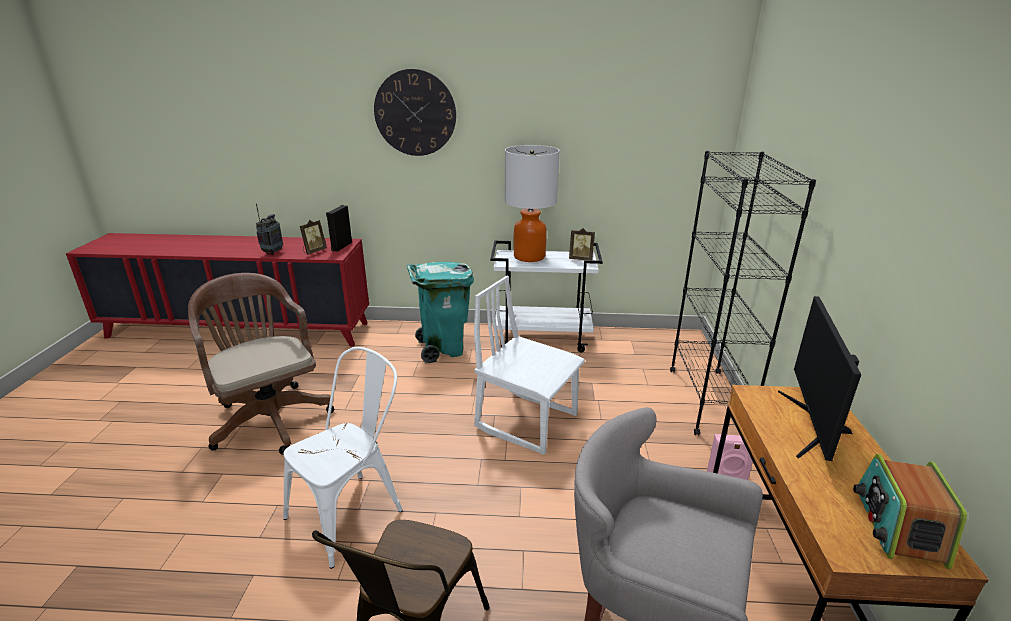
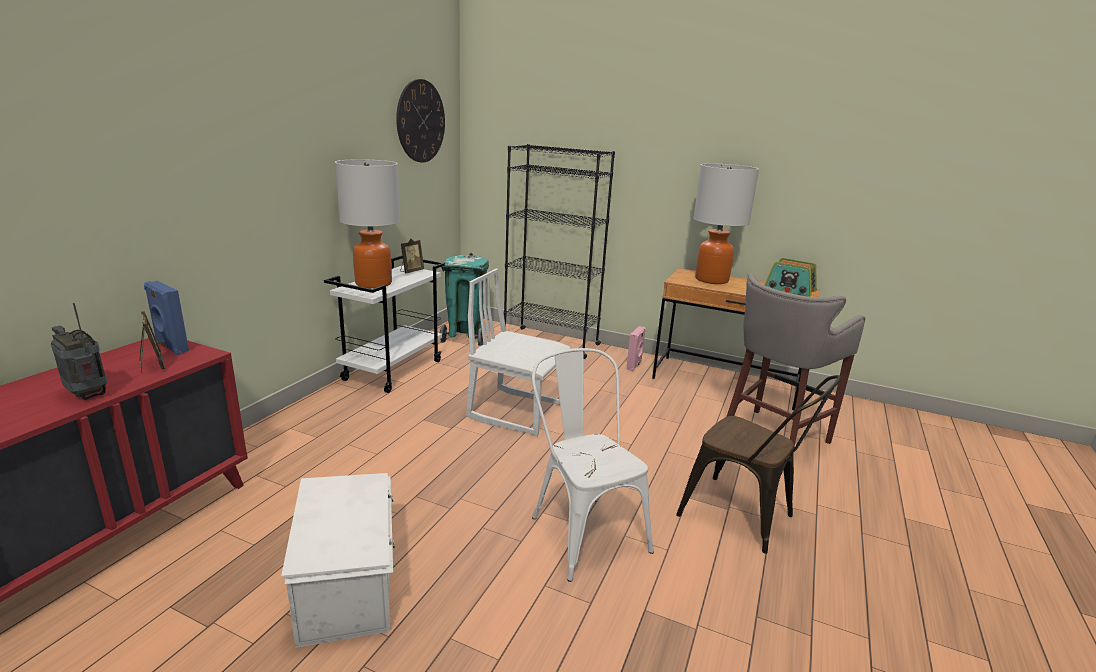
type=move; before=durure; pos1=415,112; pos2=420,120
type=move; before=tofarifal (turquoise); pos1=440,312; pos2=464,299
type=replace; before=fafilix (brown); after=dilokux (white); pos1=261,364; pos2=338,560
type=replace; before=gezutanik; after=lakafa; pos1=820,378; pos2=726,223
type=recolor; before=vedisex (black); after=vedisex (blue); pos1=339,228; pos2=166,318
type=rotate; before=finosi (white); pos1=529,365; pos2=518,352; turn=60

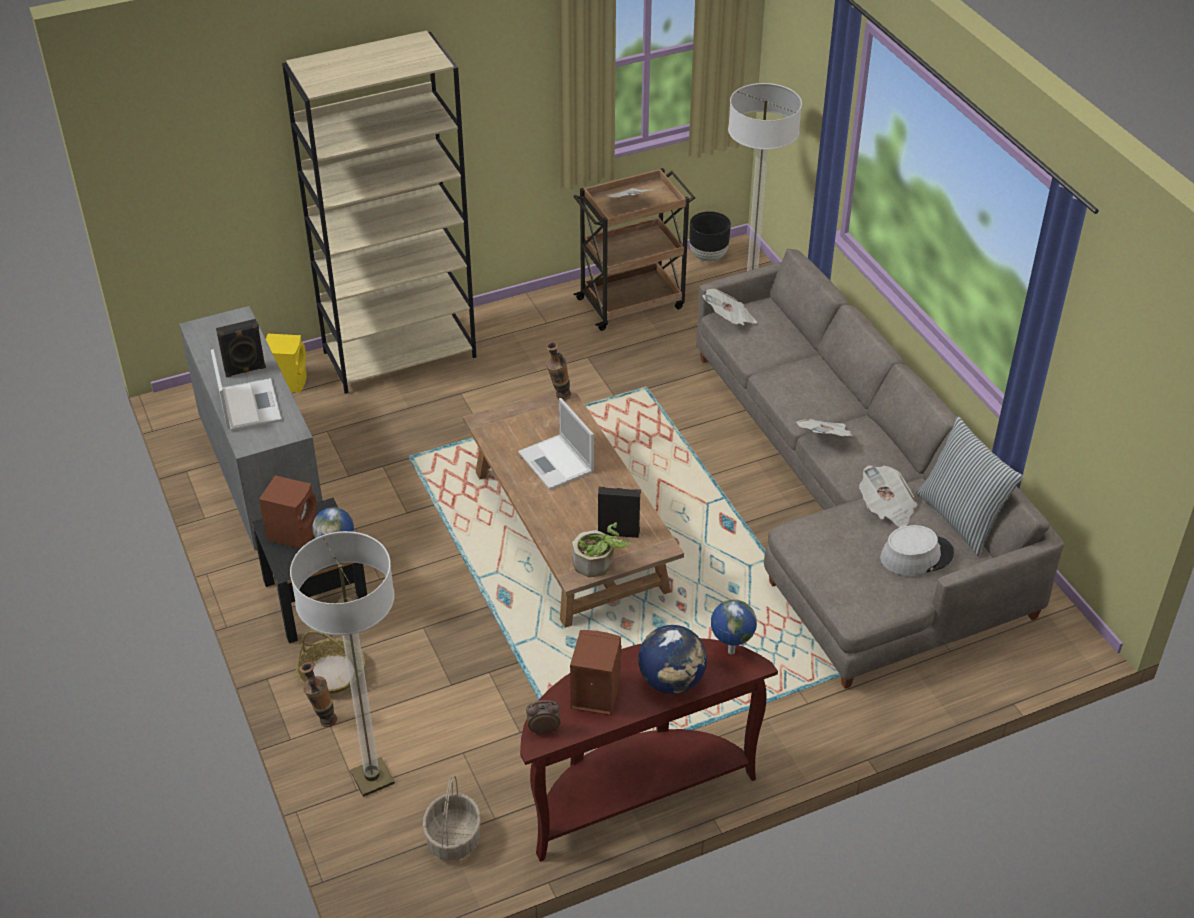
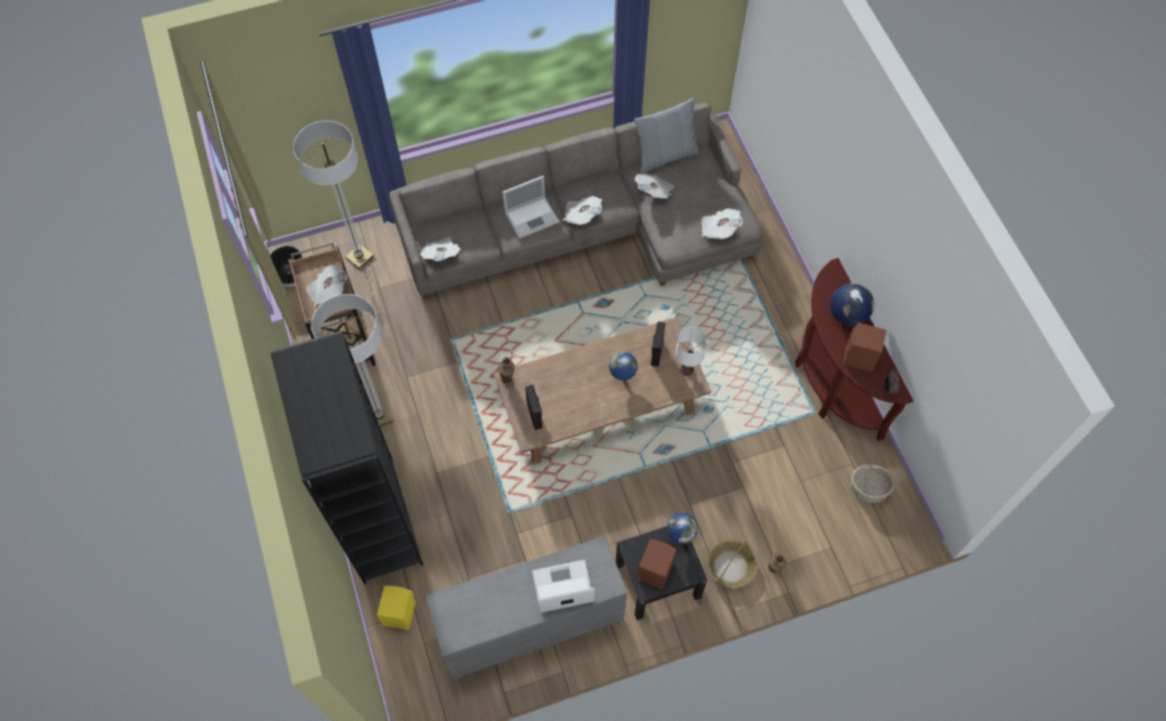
type=delete; before=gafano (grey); pos1=917,550
type=insert; after=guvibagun; pos2=722,223
type=move; before=vedisex (black); pos1=241,348; pos2=534,407
type=move; before=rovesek; pos1=342,664; pos2=352,360
type=move; before=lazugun; pos1=556,444; pos2=530,207
type=move; before=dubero; pos1=734,627; pos2=623,366
type=replace; before=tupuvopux; after=lakafa (white); pos1=601,549; pos2=691,351
type=recolor; before=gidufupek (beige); after=gidufupek (black); pos1=379,212; pos2=346,457

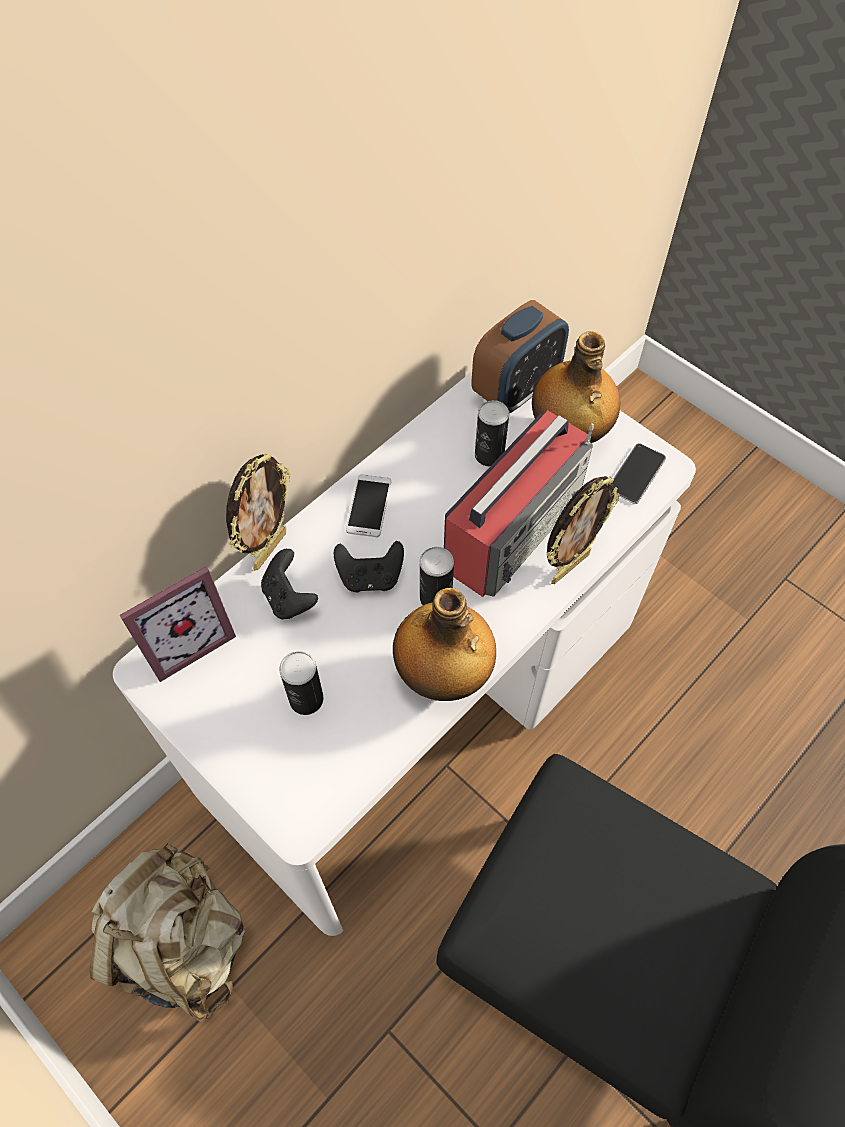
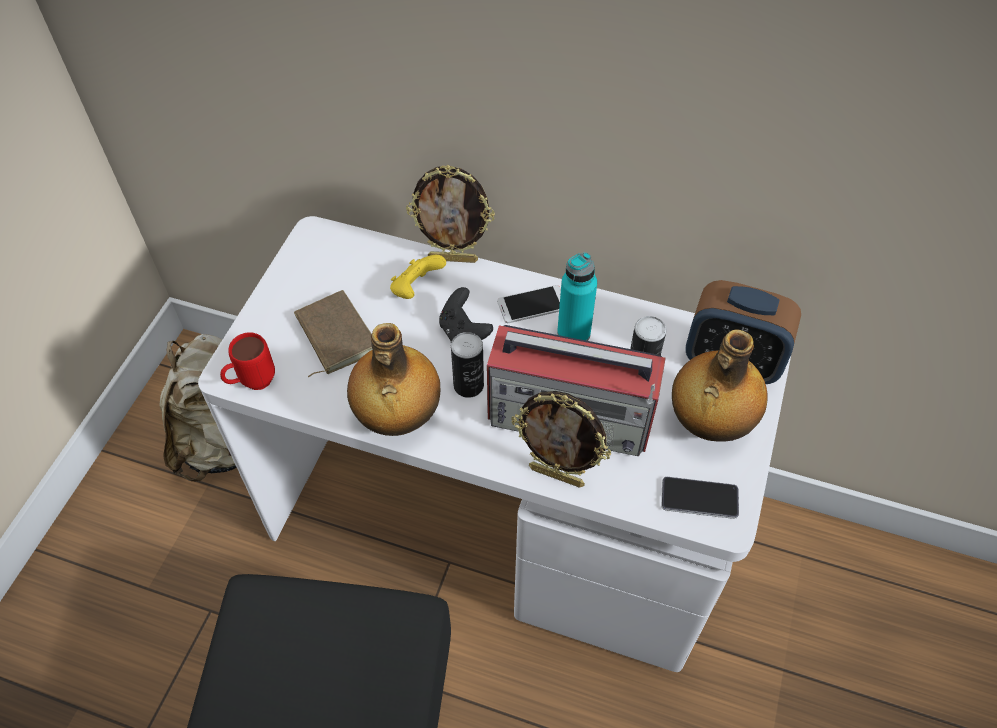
type=delete; before=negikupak; pos1=178,624
type=insert; after=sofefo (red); pos2=247,361
type=insert; after=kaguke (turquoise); pos2=577,296
type=replace; before=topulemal; after=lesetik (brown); pos1=301,683; pos2=333,334
type=recolor; before=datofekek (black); after=datofekek (yellow); pos1=289,584; pos2=418,277

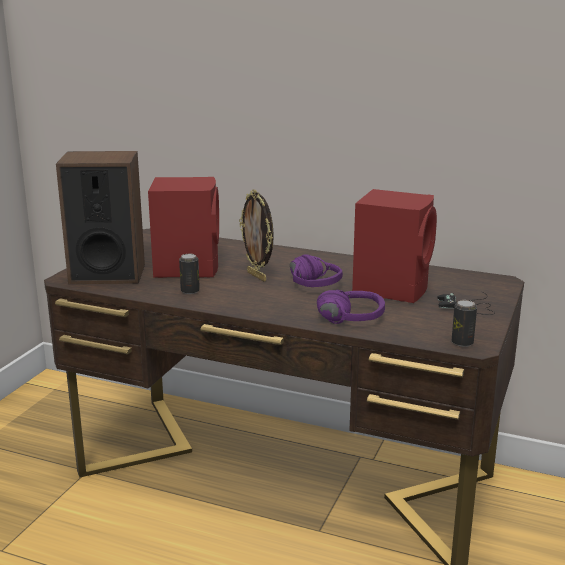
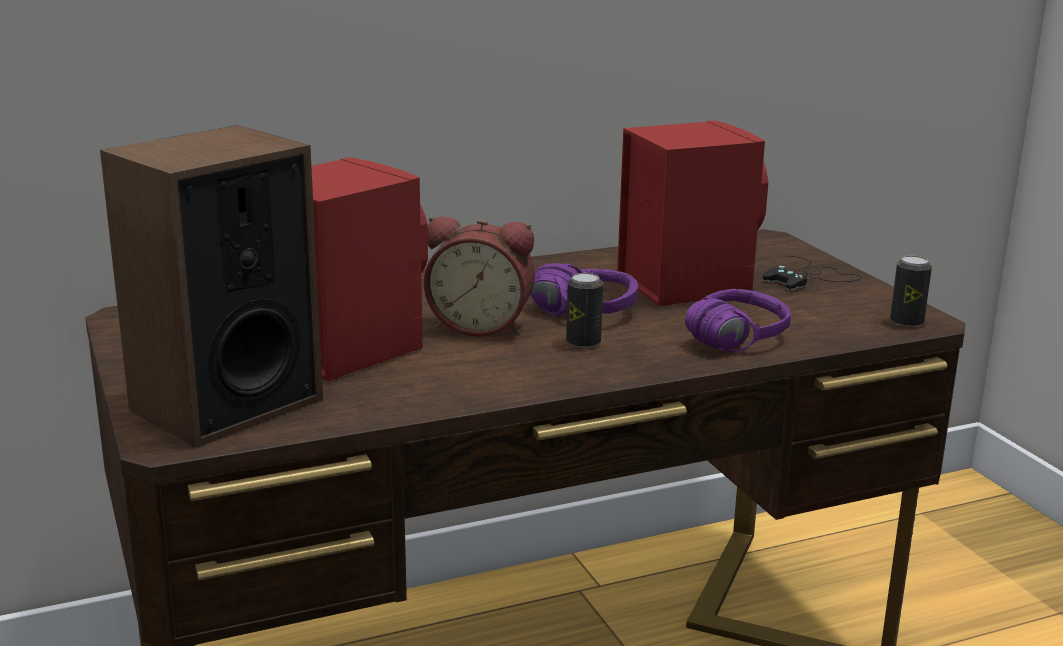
type=move; before=topulemal; pos1=189,274; pos2=584,310
type=replace; before=negikupak; after=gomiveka; pos1=256,235; pos2=479,276

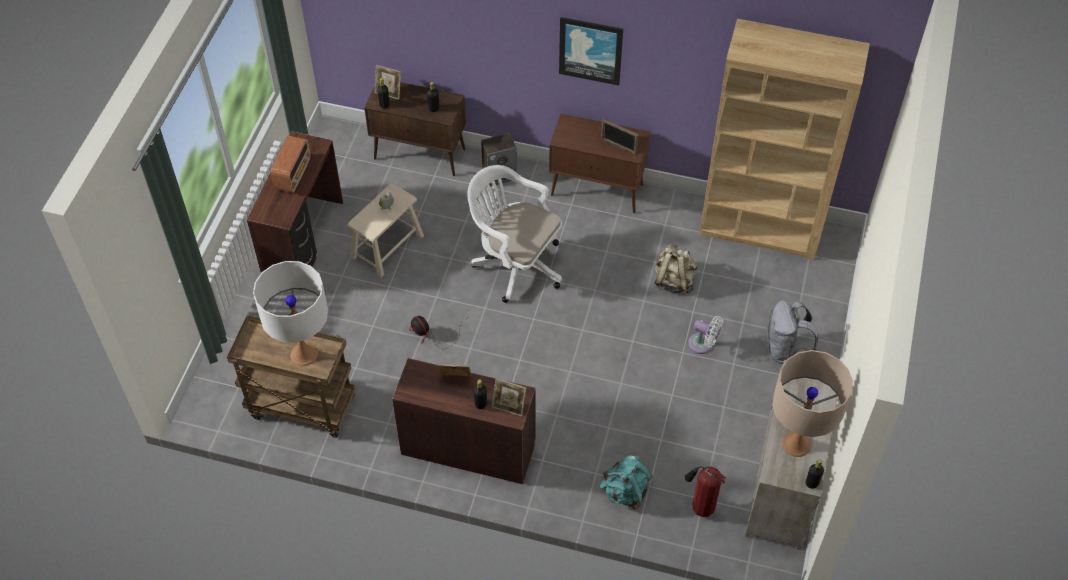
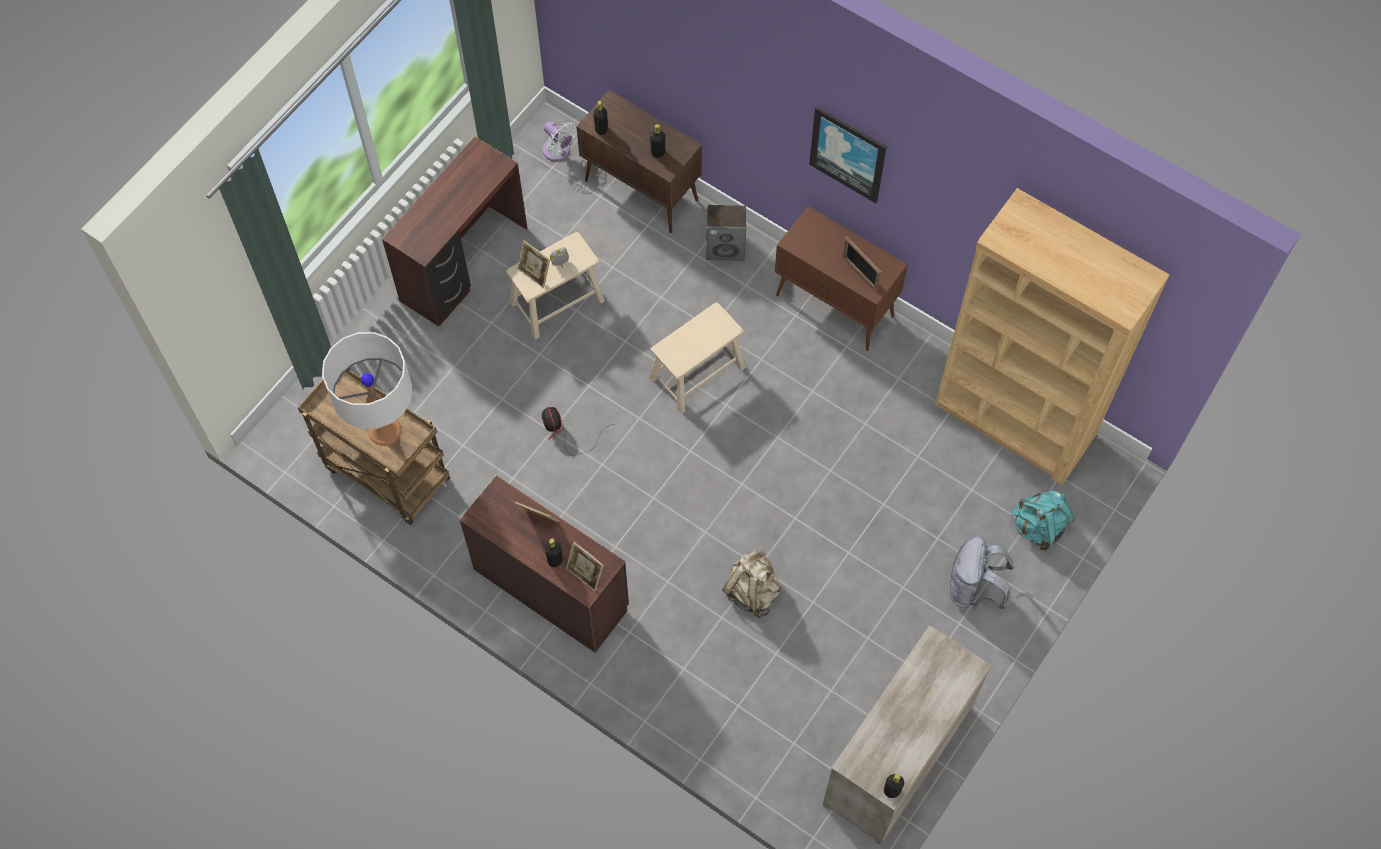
type=delete; before=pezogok; pos1=290,164
type=delete; before=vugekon; pos1=705,491
type=delete; before=lakafa (beige); pos1=812,403
type=move; before=negikupak; pos1=387,82; pos2=534,264
type=move; before=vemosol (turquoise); pos1=626,482; pos2=1043,520
type=move; before=vemosol (beige); pos1=675,268; pos2=751,584
type=move; before=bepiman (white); pos1=705,335; pos2=560,141
type=replace; before=fafilix (white); after=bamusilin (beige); pos1=514,234; pos2=697,358

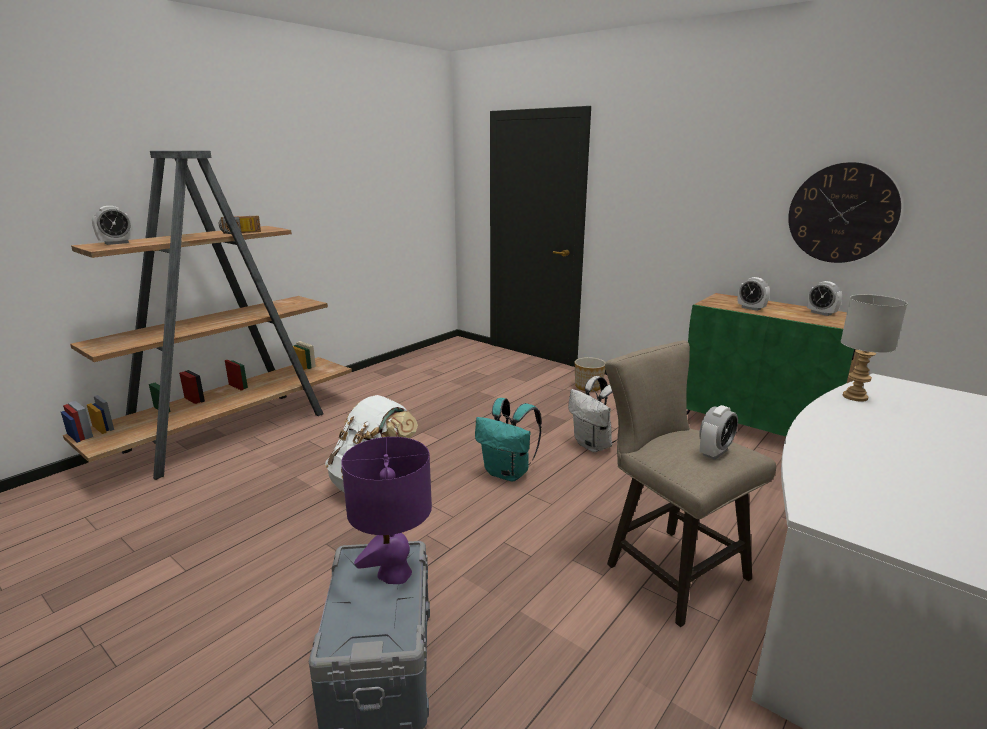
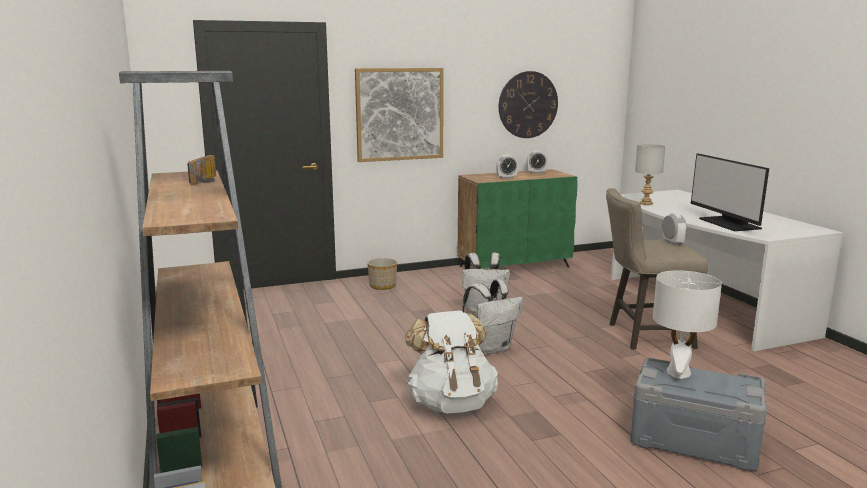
type=delete; before=gomiveka; pos1=113,225
type=insert; after=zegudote; pos2=399,115
type=insert; after=gezutanik; pos2=730,192
type=recolor; before=lakafa (purple); after=lakafa (white); pos1=386,510; pos2=687,324
type=recolor; before=vemosol (turquoise); after=vemosol (white); pos1=508,439; pos2=493,316

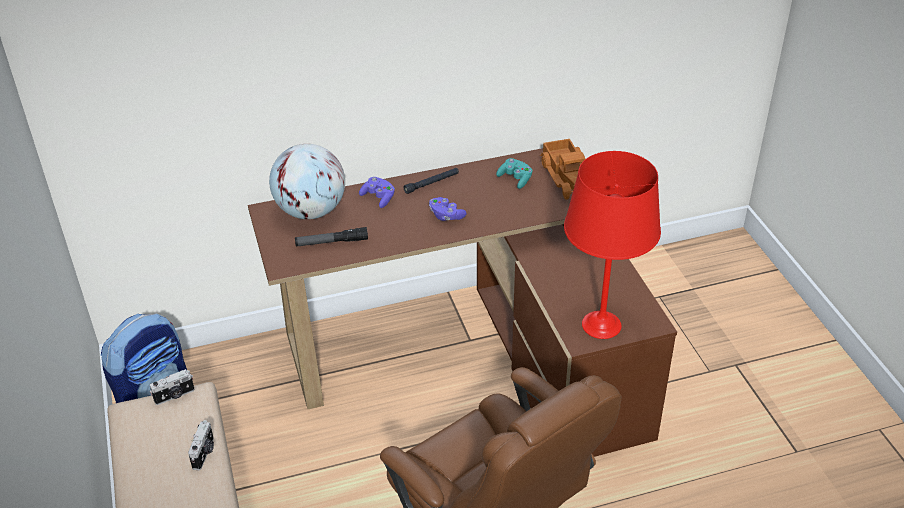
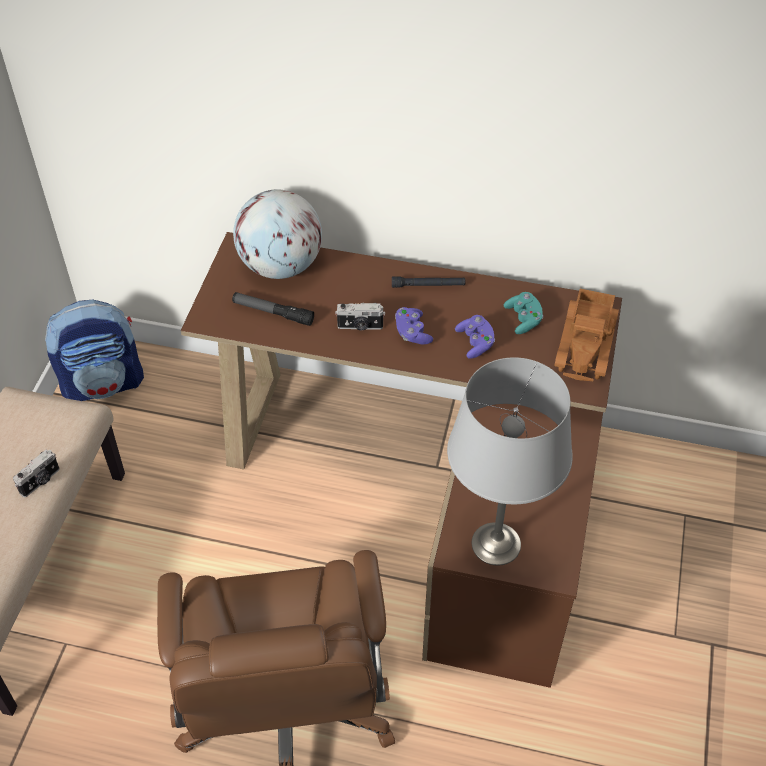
type=move; before=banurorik; pos1=172,387; pos2=360,316
type=move; before=datofekek (purple); pos1=377,192; pos2=475,337
type=recolor; before=lakafa (red); after=lakafa (grey); pos1=612,245; pos2=510,461

